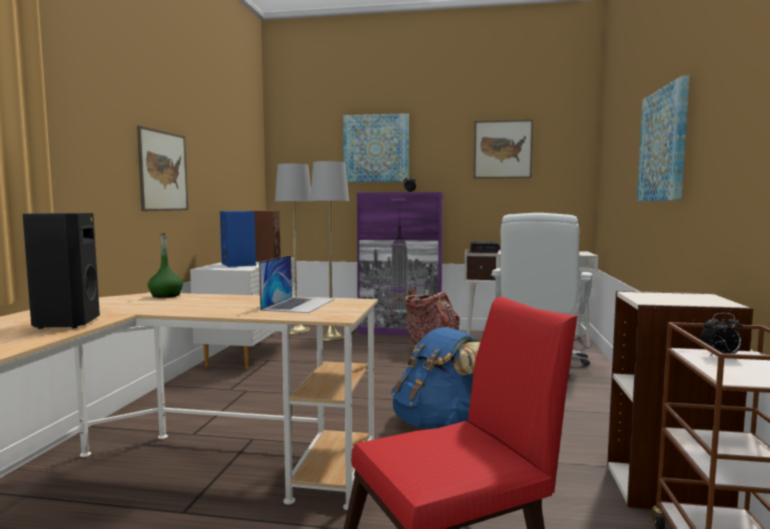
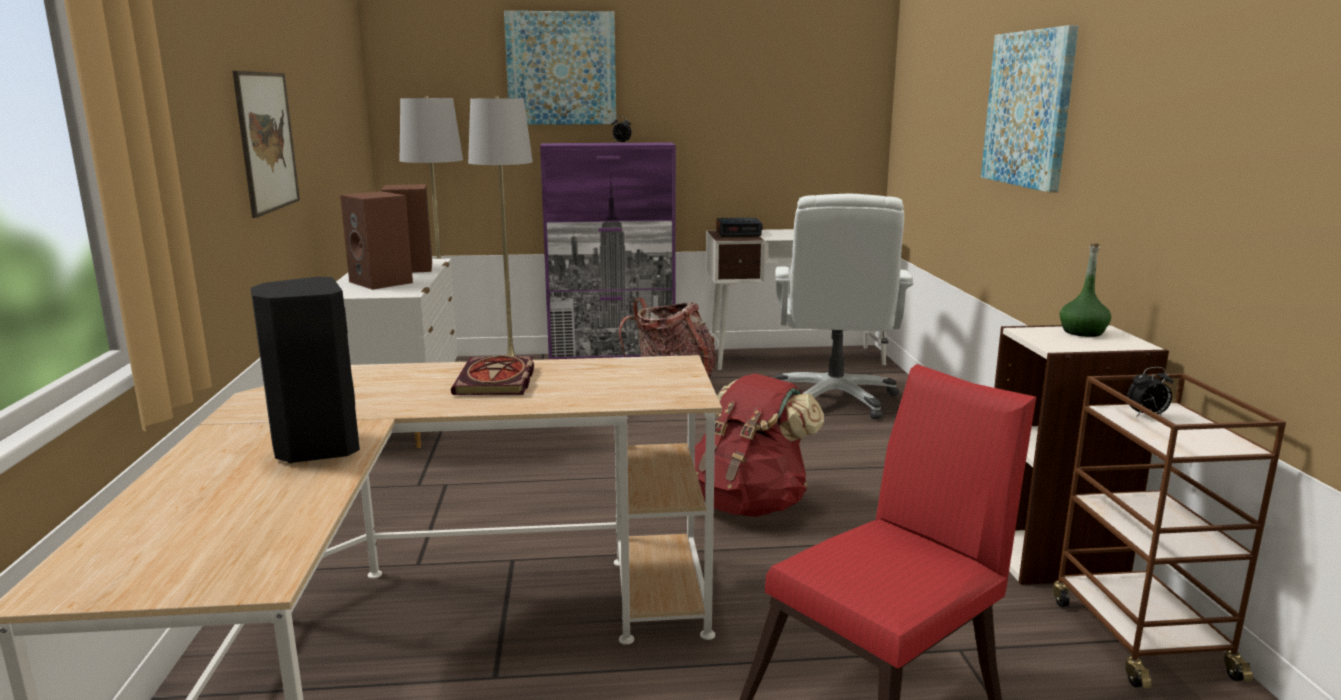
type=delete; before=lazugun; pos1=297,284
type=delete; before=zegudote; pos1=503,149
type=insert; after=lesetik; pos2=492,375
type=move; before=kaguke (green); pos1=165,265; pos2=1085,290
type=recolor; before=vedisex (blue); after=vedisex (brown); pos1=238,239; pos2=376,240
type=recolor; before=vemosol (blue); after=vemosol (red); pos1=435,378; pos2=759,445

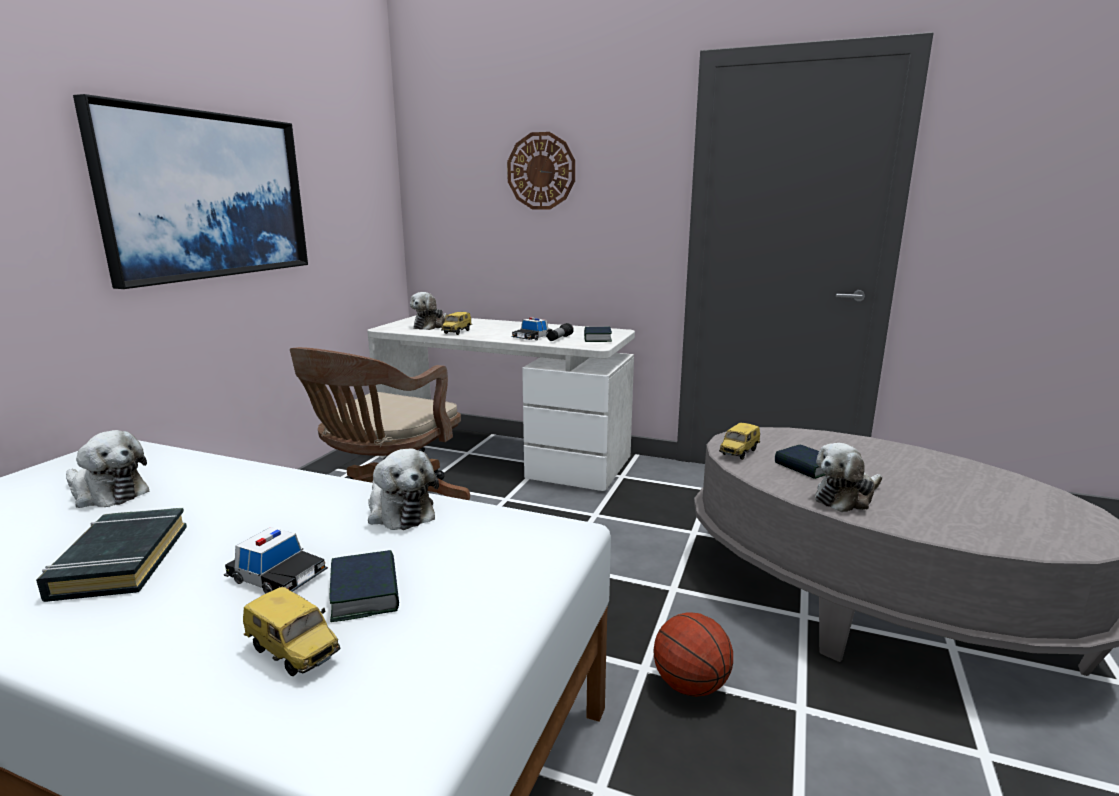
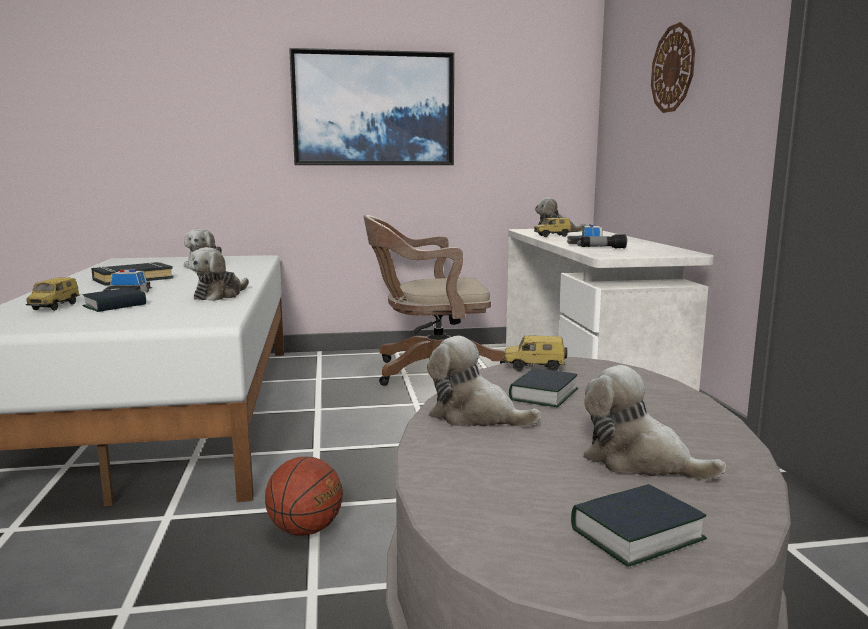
type=insert; after=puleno; pos2=654,422
type=move; before=lesetik; pos1=598,334; pos2=639,525

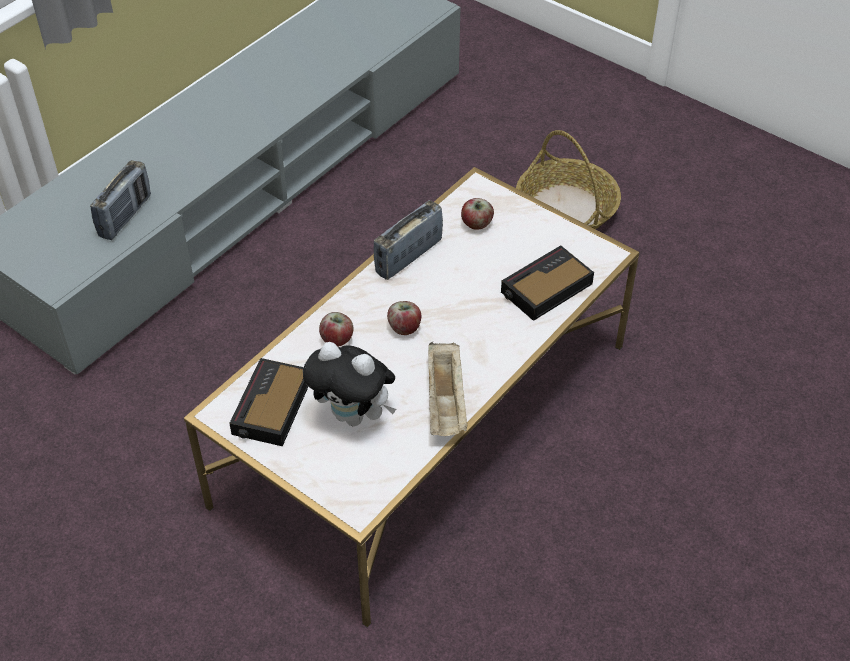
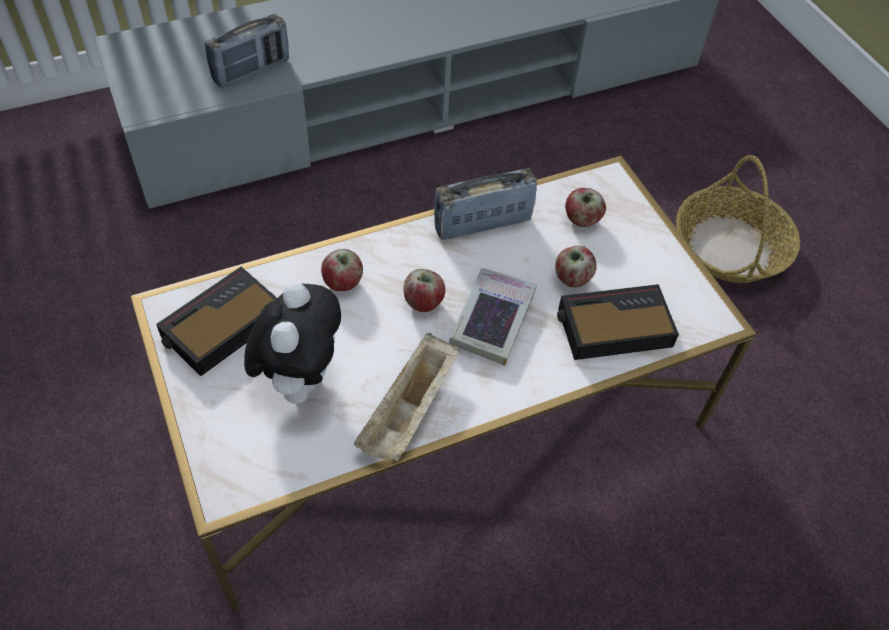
type=insert; after=lesetik; pos2=493,317
type=insert; after=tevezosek; pos2=576,267
type=rotate; before=puleno; pos1=349,384; pos2=292,343; turn=-135

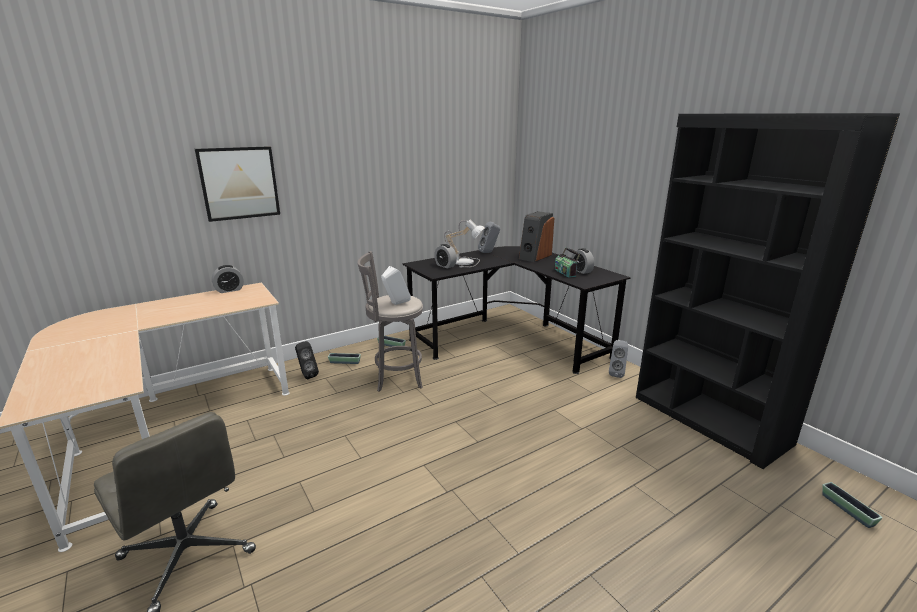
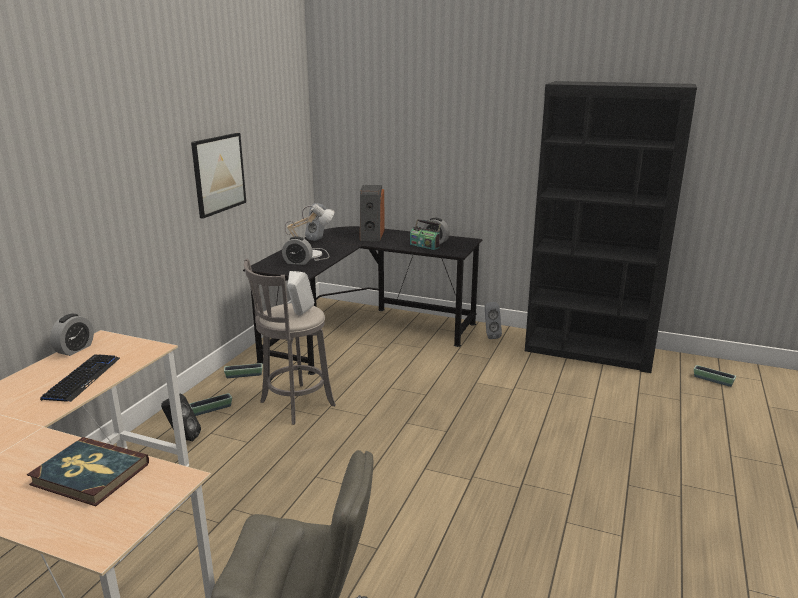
type=insert; after=lesetik; pos2=88,471
type=insert; after=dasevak; pos2=80,378
type=move; before=zegudote; pos1=237,184; pos2=218,176

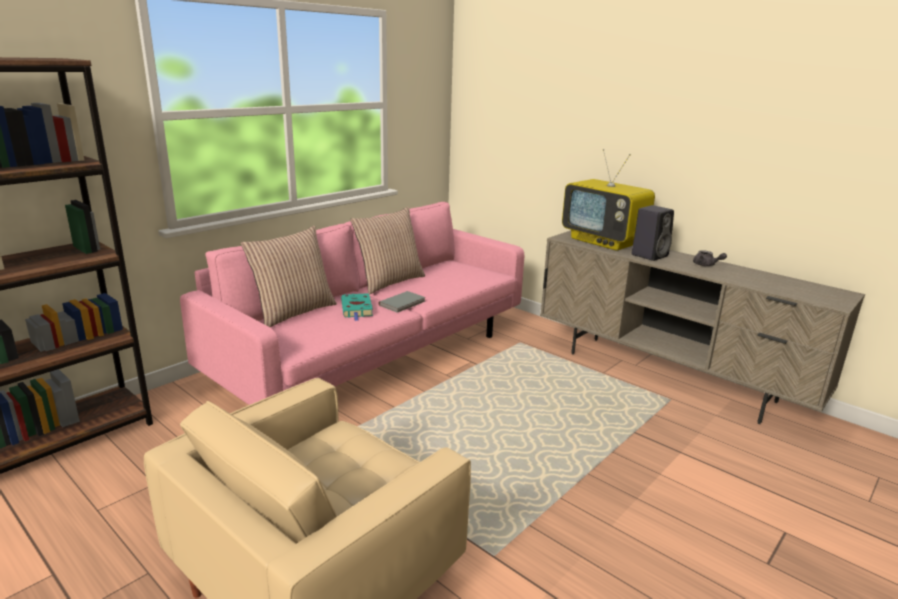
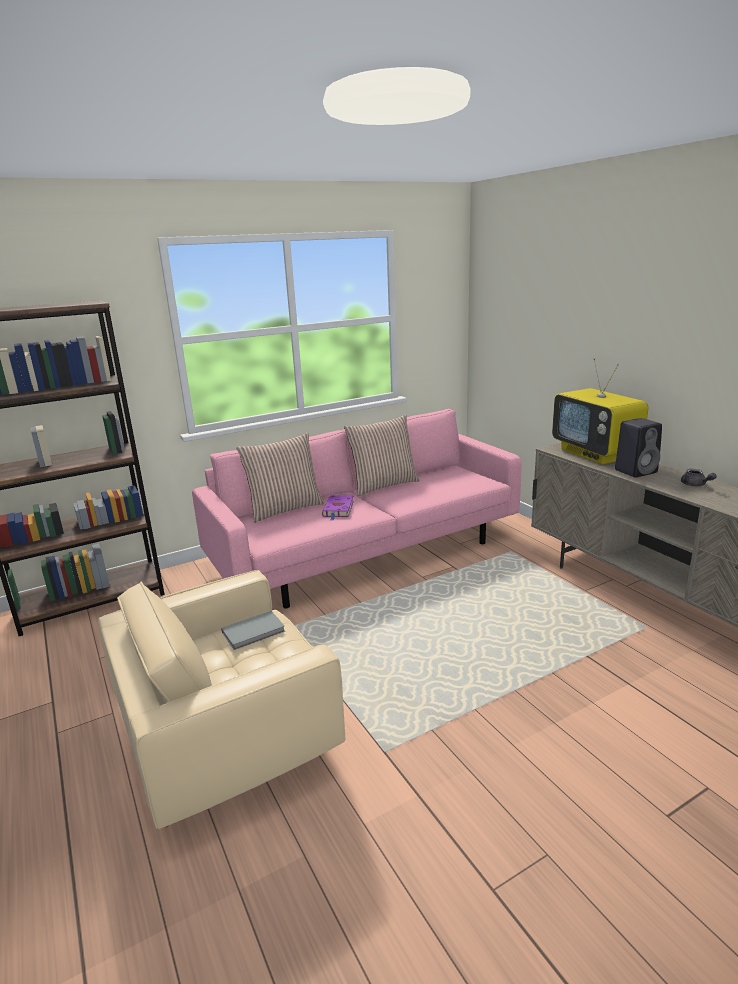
type=move; before=lesetik (grey); pos1=402,302; pos2=253,630
type=recolor; before=lesetik (turquoise); after=lesetik (purple); pos1=357,307; pos2=338,508

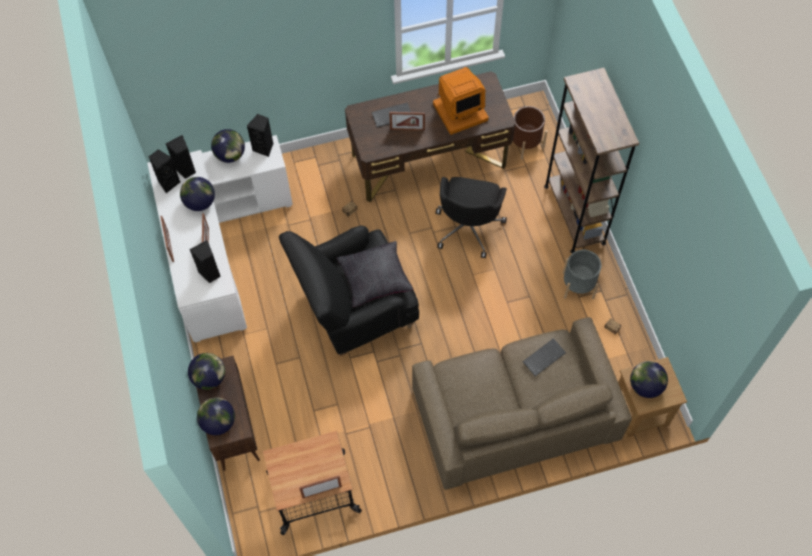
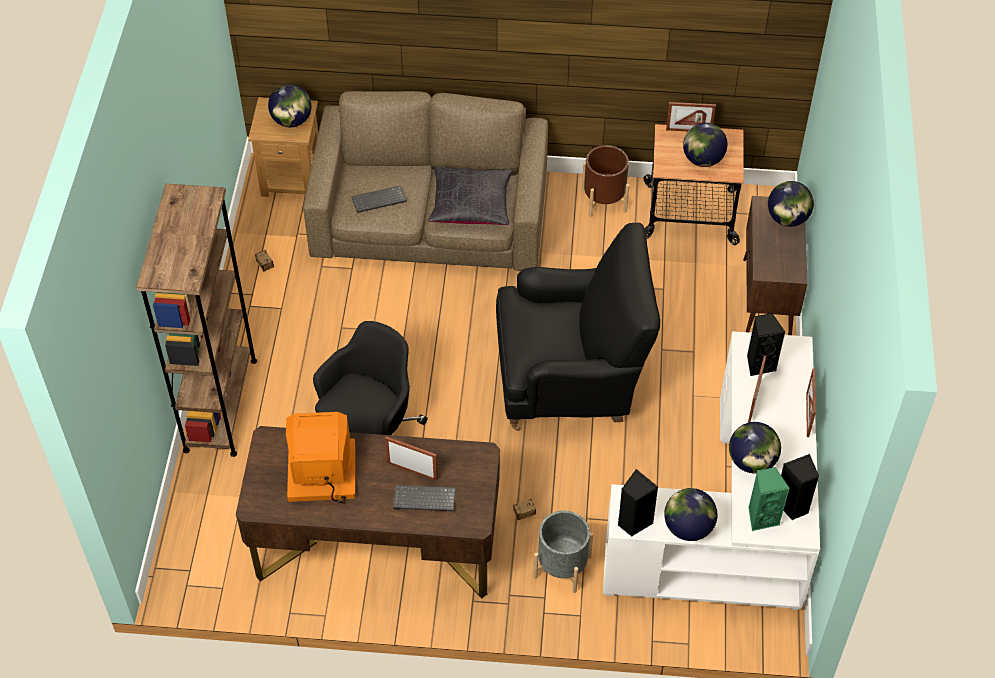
type=move; before=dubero; pos1=206,371; pos2=705,145
type=move; before=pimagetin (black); pos1=375,274; pos2=470,195
type=move; before=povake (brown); pos1=530,132; pos2=605,181
type=move; before=povake (grey); pos1=582,274; pos2=563,551
type=recolor; before=vedisex (black); after=vedisex (green); pos1=181,157; pos2=769,499

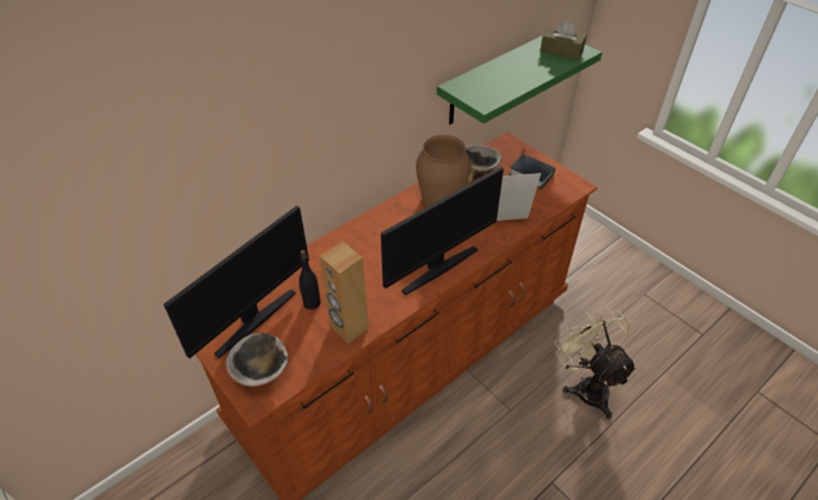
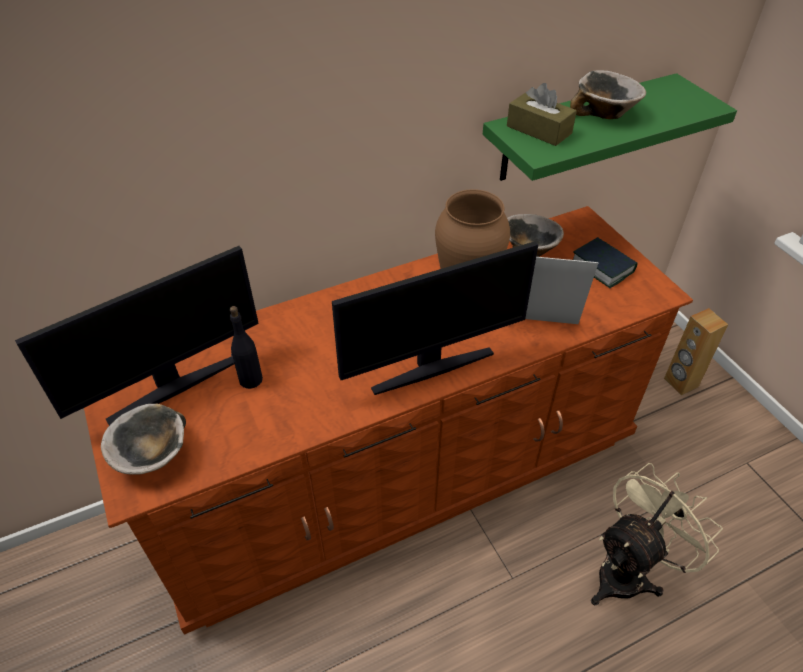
type=insert; after=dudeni; pos2=608,94
type=move; before=vedisex (brown); pos1=344,292; pos2=696,351
type=move; before=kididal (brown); pos1=563,40; pos2=542,114
type=rotate; before=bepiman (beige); pos1=596,362; pos2=657,534; turn=60

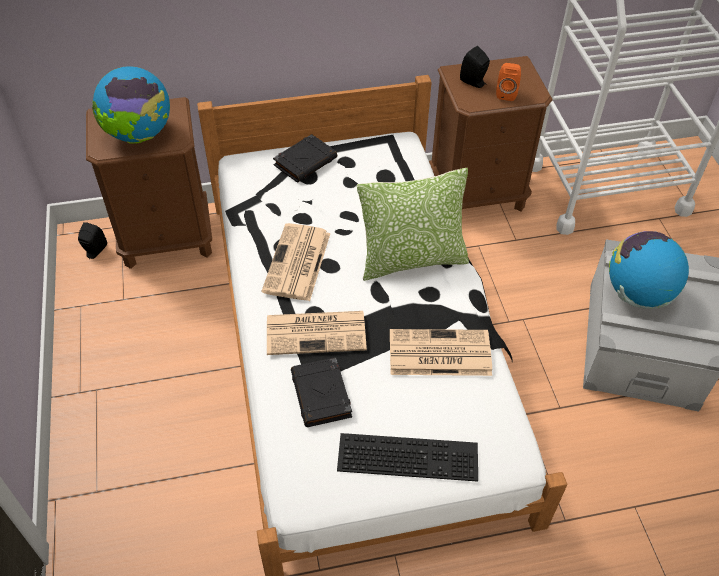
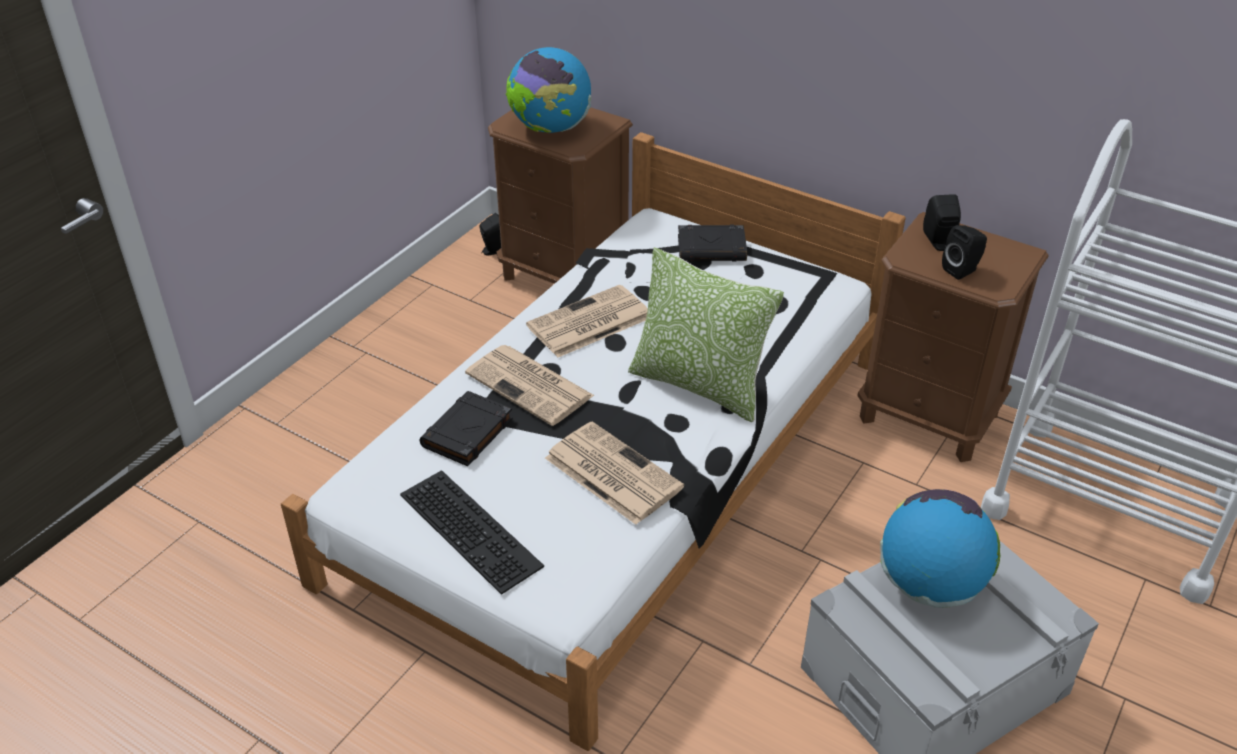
type=recolor; before=vedisex (orange); after=vedisex (black); pos1=508,82; pos2=964,252

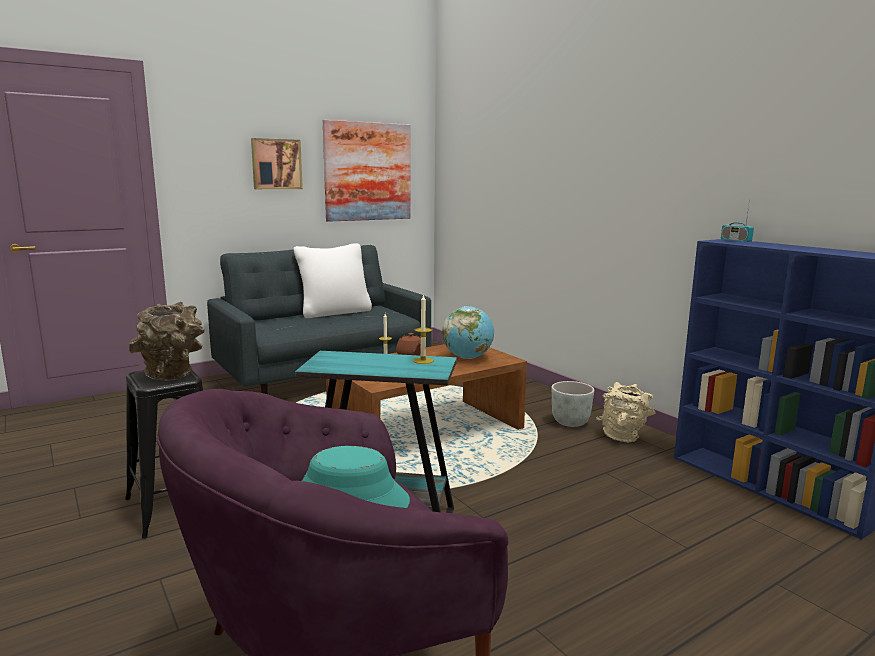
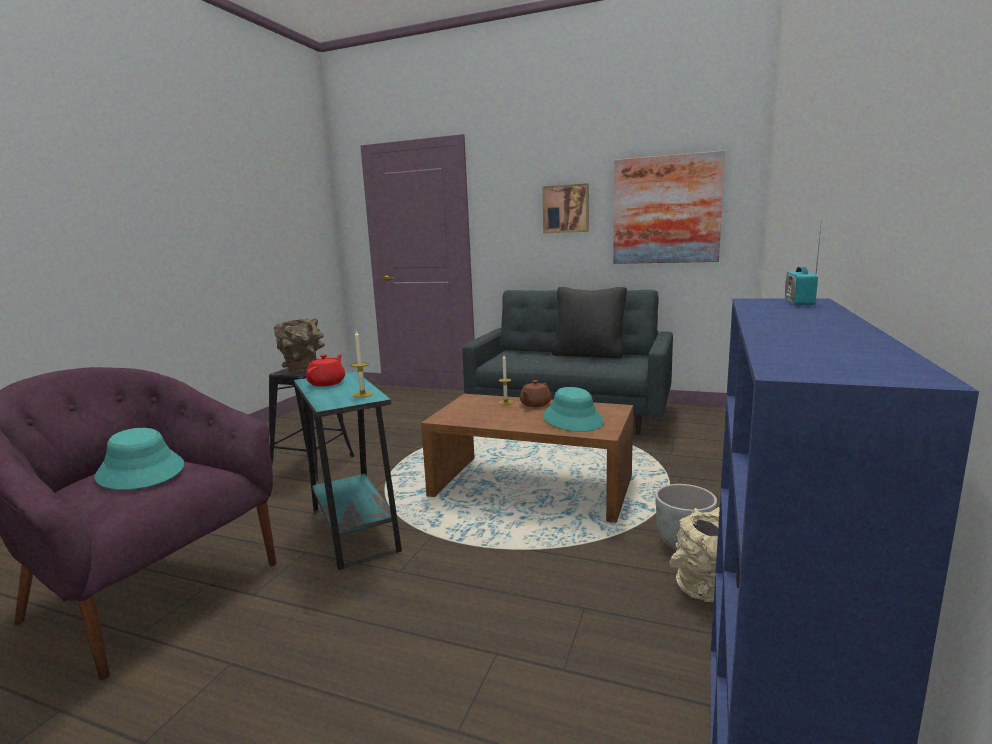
type=insert; after=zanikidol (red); pos2=325,370
type=replace; before=dubero; after=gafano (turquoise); pos1=468,332; pos2=573,409
type=recolor; before=pimagetin (white); after=pimagetin (black); pos1=332,280; pos2=589,322

